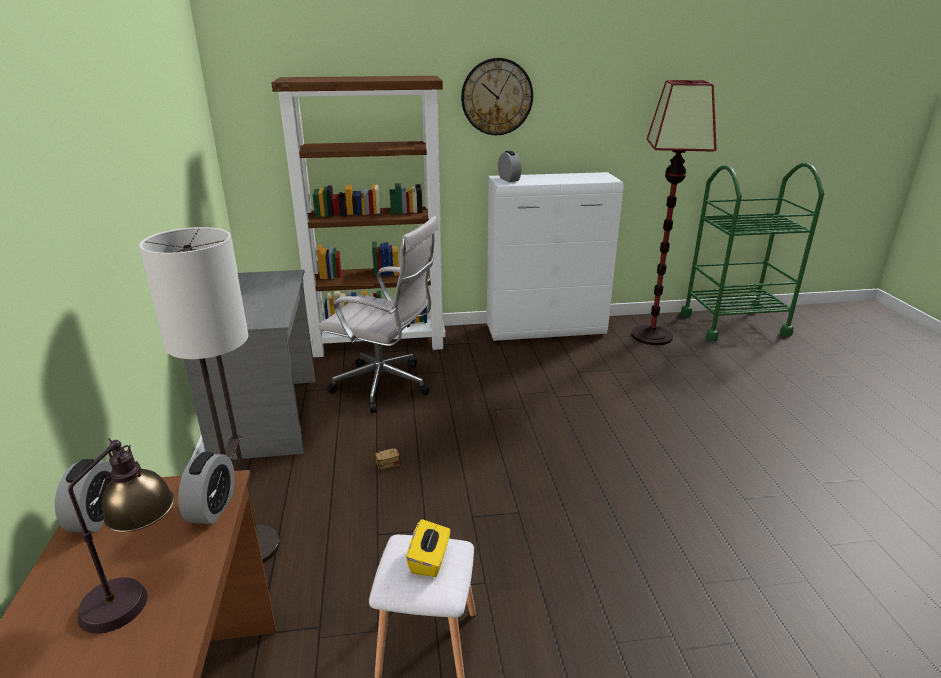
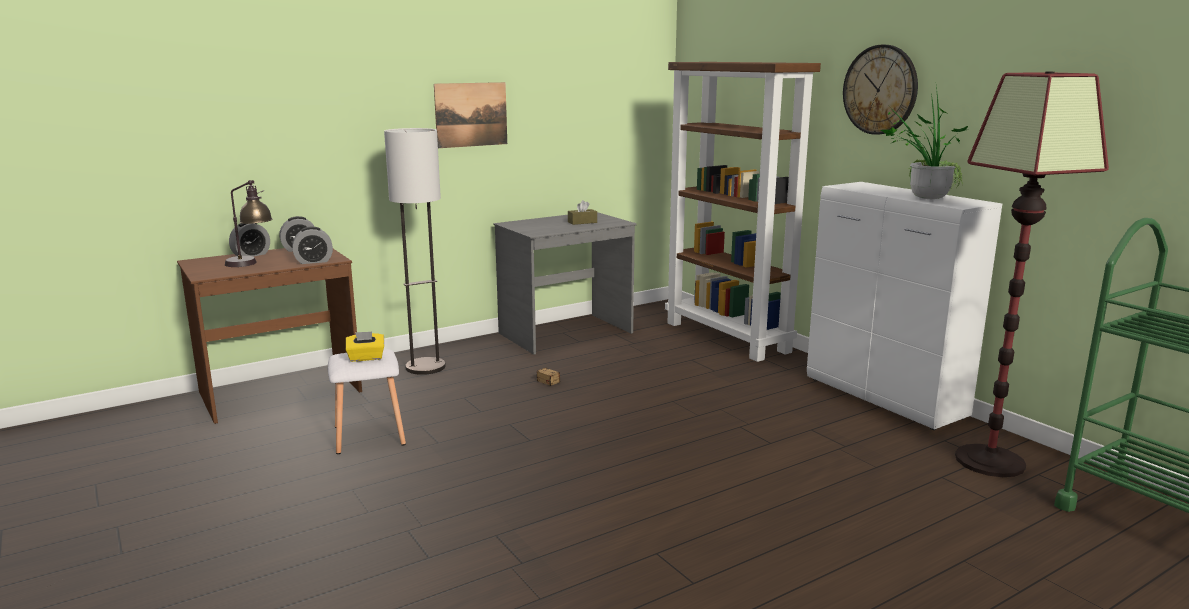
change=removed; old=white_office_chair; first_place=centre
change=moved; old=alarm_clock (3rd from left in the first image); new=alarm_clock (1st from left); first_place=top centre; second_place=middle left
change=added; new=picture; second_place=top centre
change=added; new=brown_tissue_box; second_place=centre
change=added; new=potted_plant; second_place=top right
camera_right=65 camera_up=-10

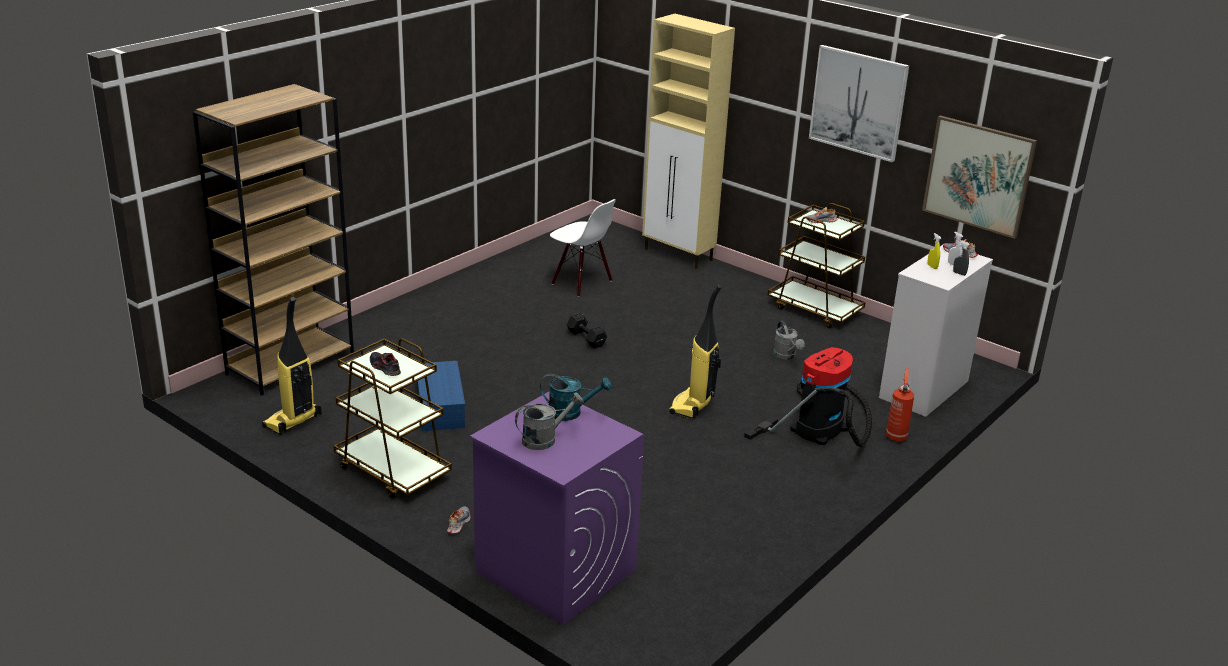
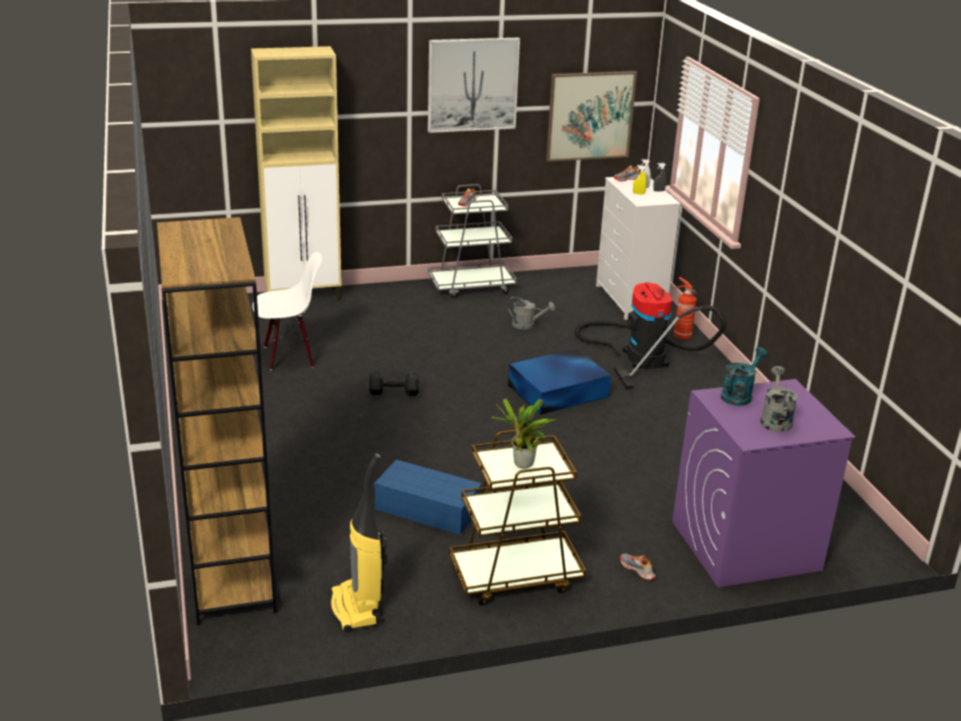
change=replaced; old=shoe (1st from left); new=potted_plant; first_place=middle left; second_place=centre
change=replaced; old=vacuum_cleaner (2nd from left); new=blue_storage_box (2nd from left); first_place=centre; second_place=centre
change=recoloured; old=brown_cart (2nd from left); new=grey_cart; first_place=centre; second_place=centre
camera_right=-55 camera_up=0

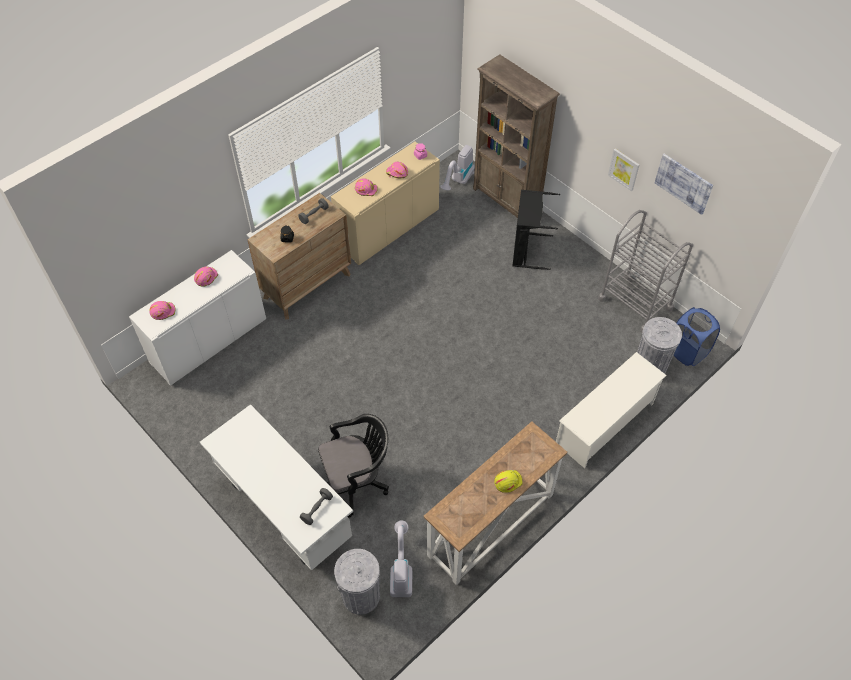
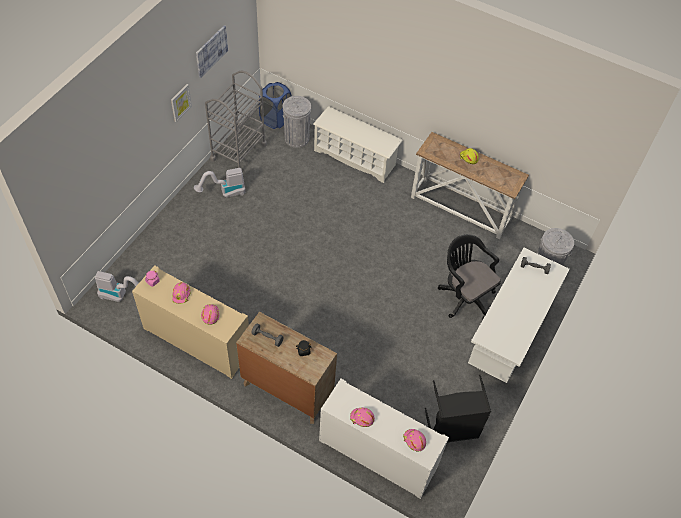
change=moved; old=vacuum_cleaner (1st from left in the first image); new=vacuum_cleaner (2nd from left); first_place=bottom centre; second_place=middle left
change=removed; old=brown_bookcase; first_place=top centre
change=moved; old=black_laundry_basket; first_place=centre; second_place=bottom right
camera_right=-110 camera_up=0

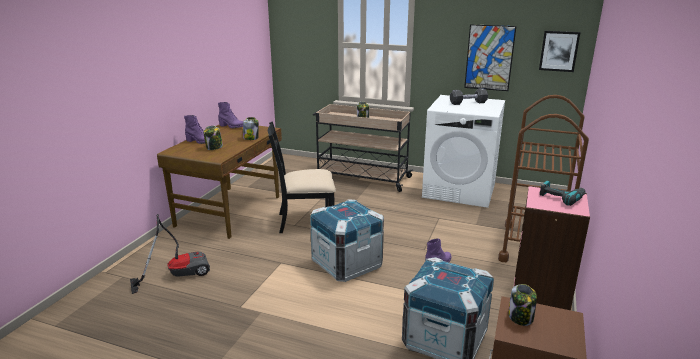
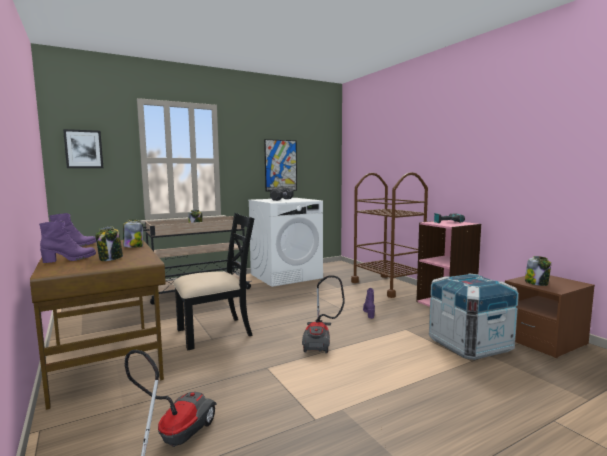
change=turned; old=black_chair; first_place=centre; second_place=centre; degrees=-150
change=replaced; old=crate (1st from left); new=vacuum_cleaner (2nd from left); first_place=bottom centre; second_place=bottom centre
change=moved; old=picture (2nd from left in the first image); new=picture (1st from left); first_place=top right; second_place=top left
camera_right=-50 camera_up=-15

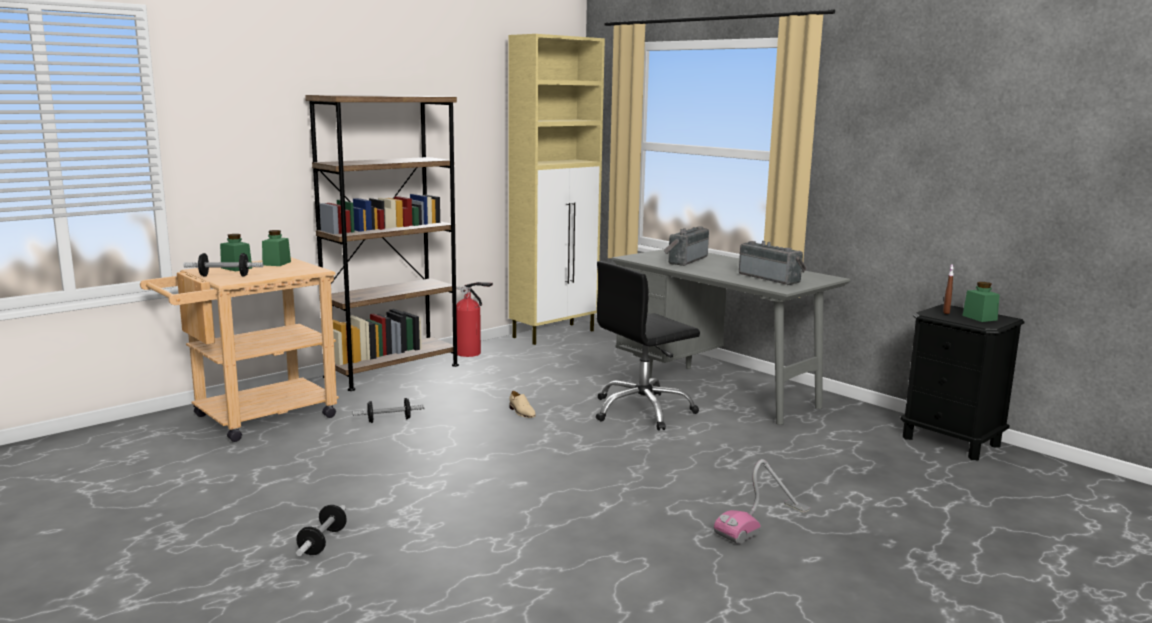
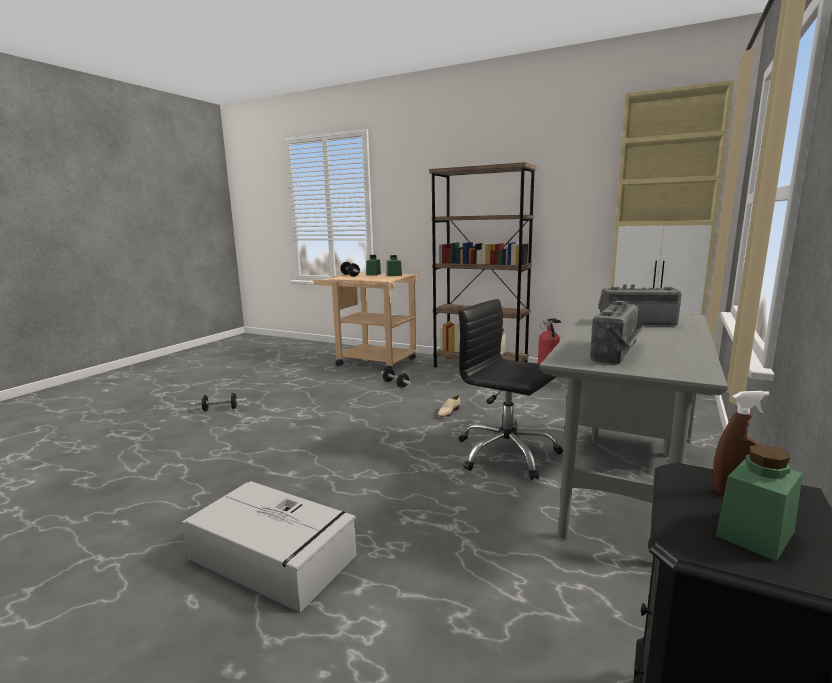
change=replaced; old=vacuum_cleaner; new=grey_storage_box; first_place=bottom centre; second_place=bottom left
camera_right=70 camera_up=0

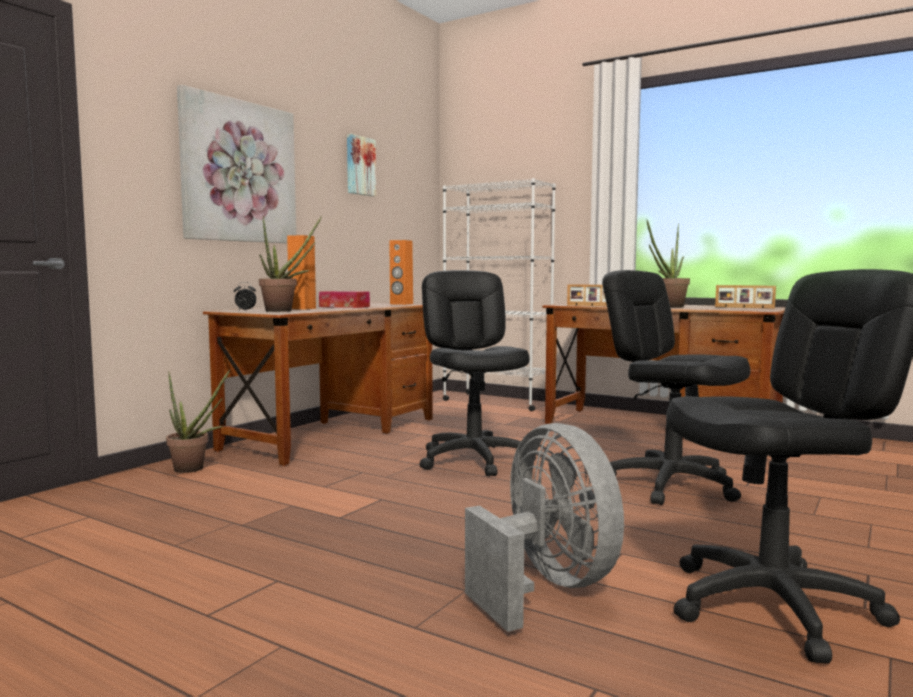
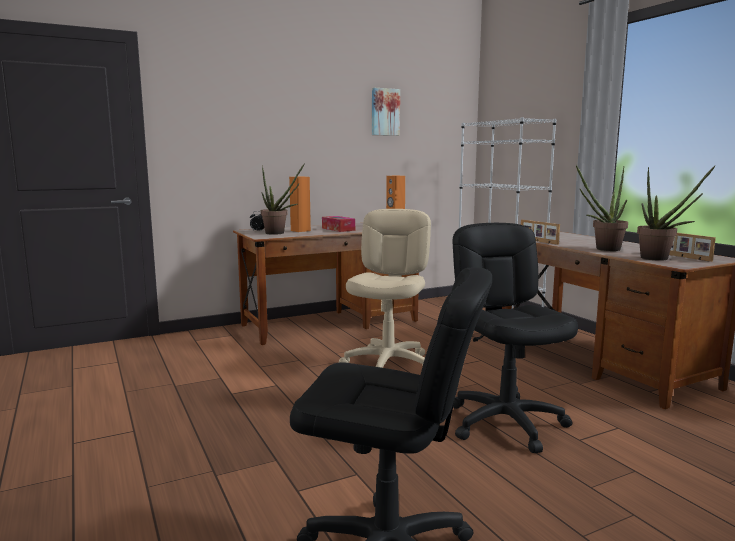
change=moved; old=potted_plant (1st from left in the first image); new=potted_plant (3rd from left); first_place=middle left; second_place=middle right
change=removed; old=picture (1st from left); first_place=top left
change=recoloured; old=black_office_chair (1st from left); new=beige_office_chair; first_place=centre; second_place=centre
change=removed; old=grey_fan; first_place=bottom centre
camera_right=30 camera_up=5

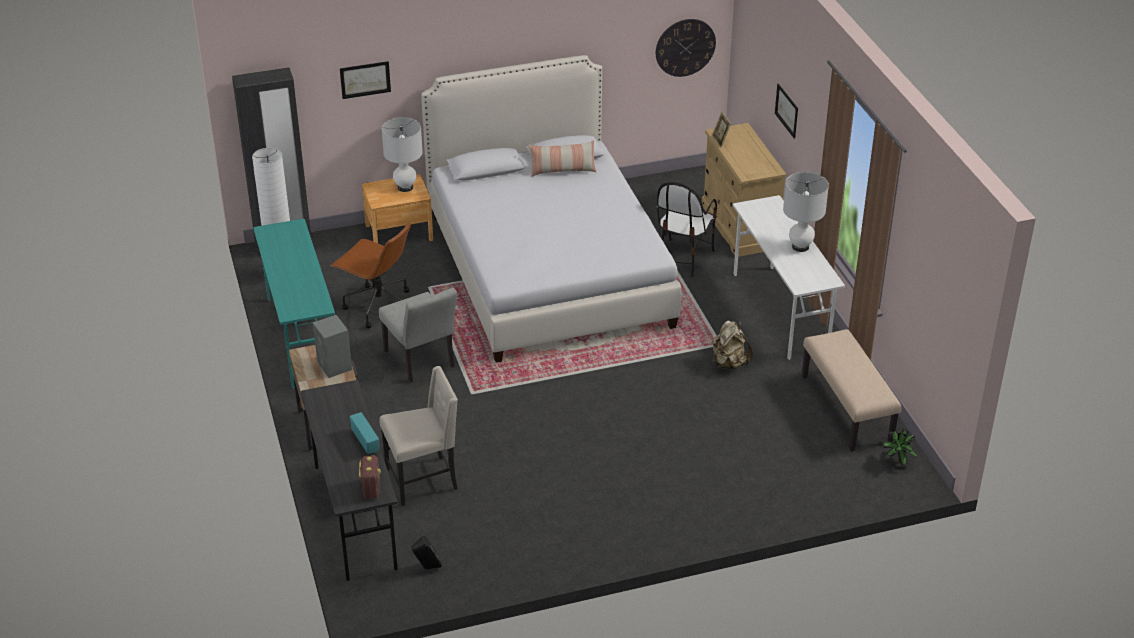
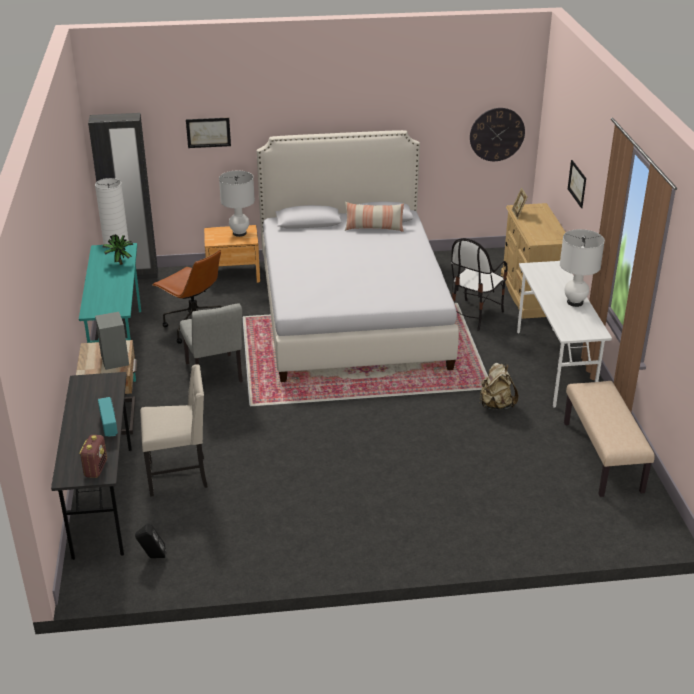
change=moved; old=potted_plant; first_place=bottom right; second_place=middle left
camera_right=10 camera_up=-5

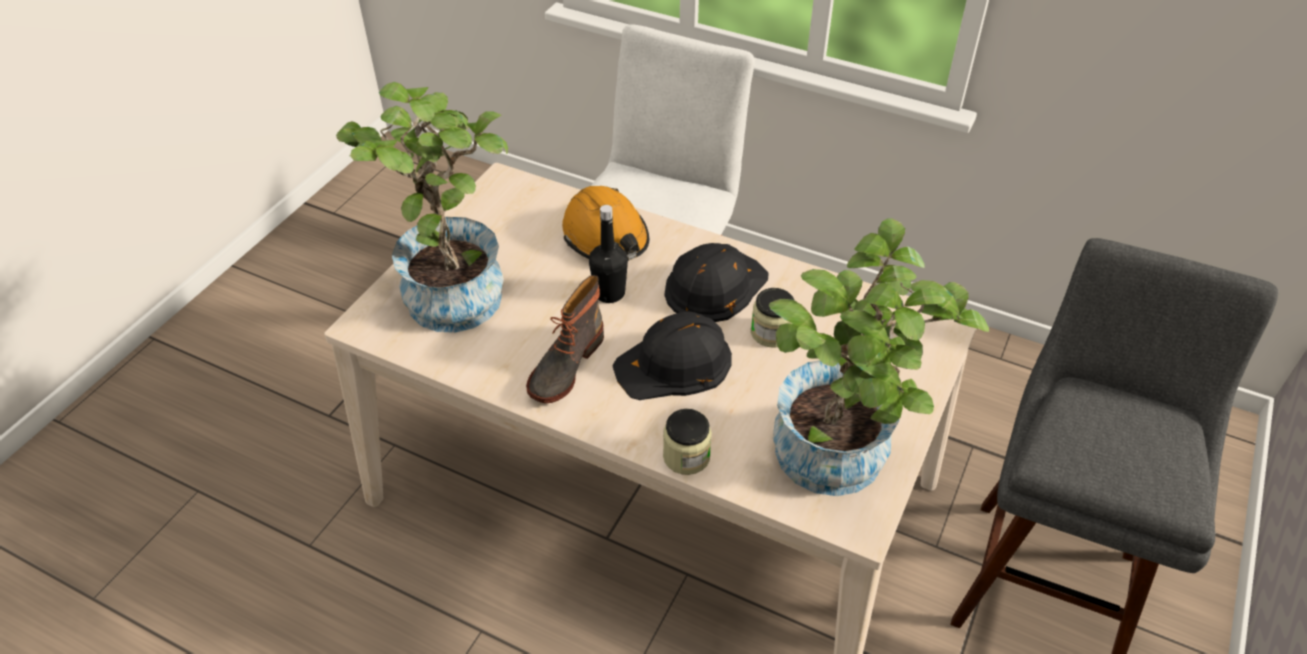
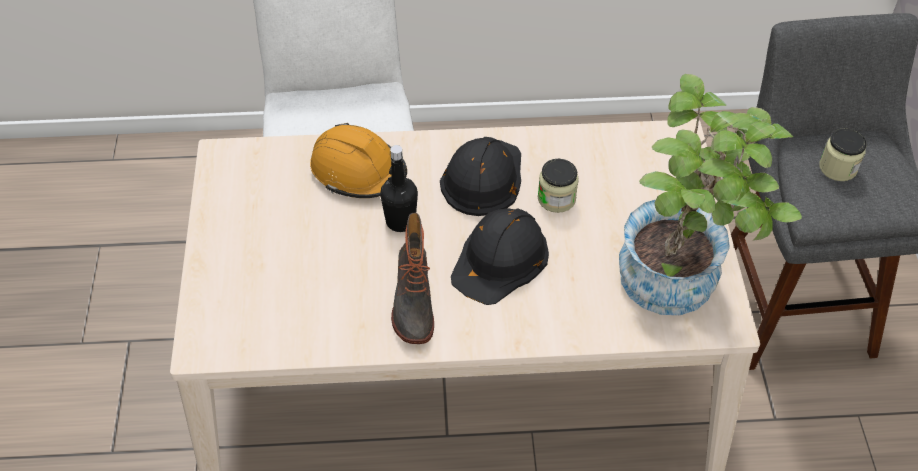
change=removed; old=potted_plant (1st from left); first_place=top left
change=moved; old=jar (1st from left in the first image); new=jar (2nd from left); first_place=bottom centre; second_place=top right
camera_right=-30 camera_up=5

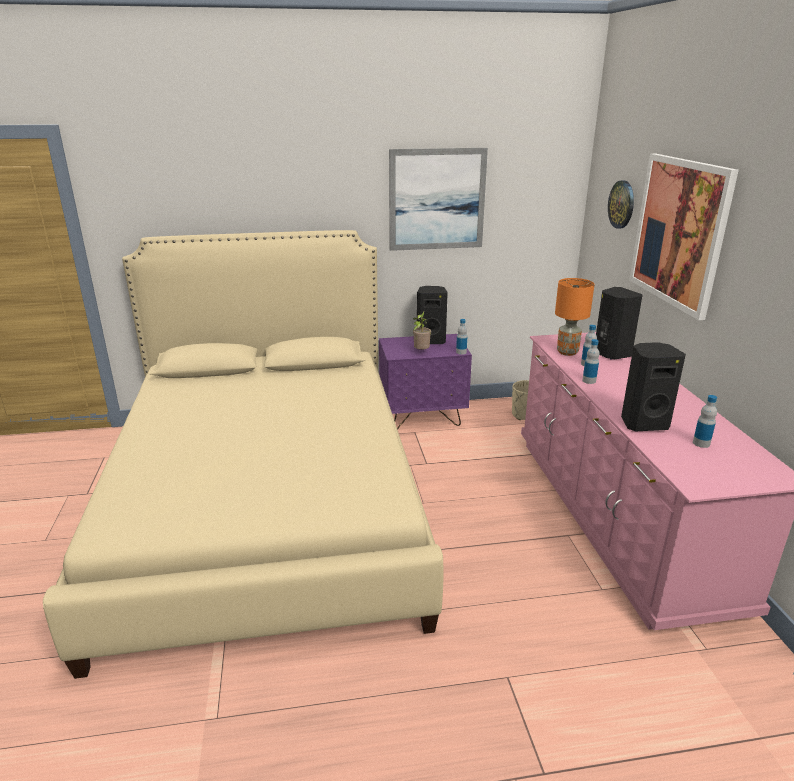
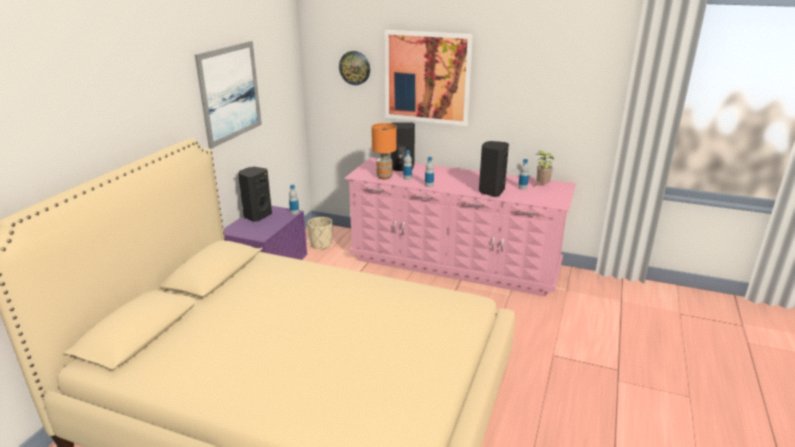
change=moved; old=potted_plant; first_place=centre; second_place=middle right
camera_right=-60 camera_up=0

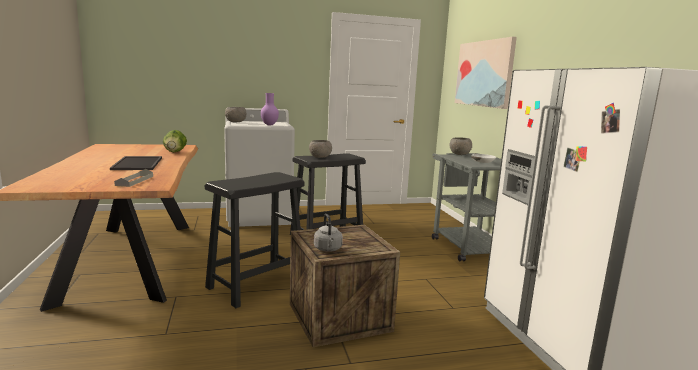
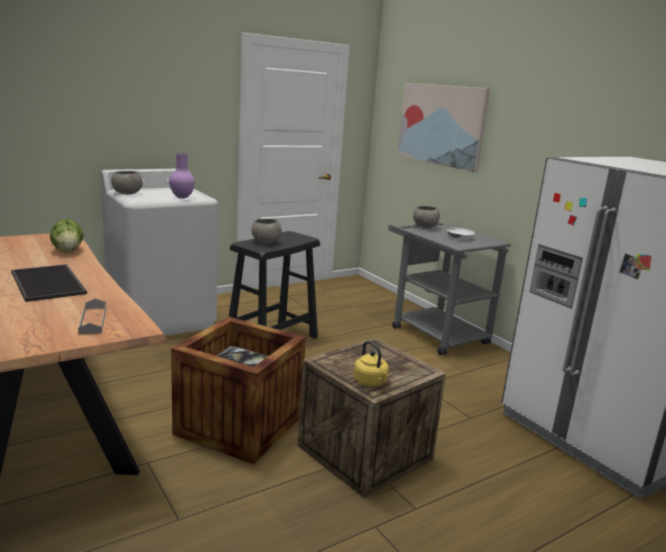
change=replaced; old=black_stool (1st from left); new=crate (1st from left); first_place=centre; second_place=bottom centre
change=recoloured; old=grey_kettle; new=yellow_kettle; first_place=centre; second_place=centre
camera_right=-20 camera_up=5

